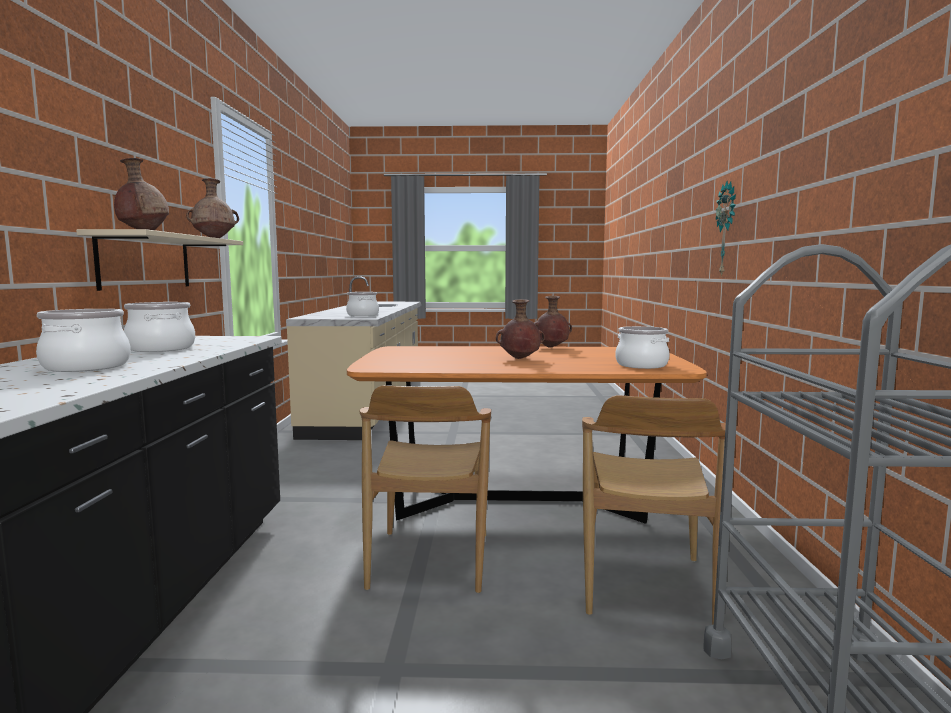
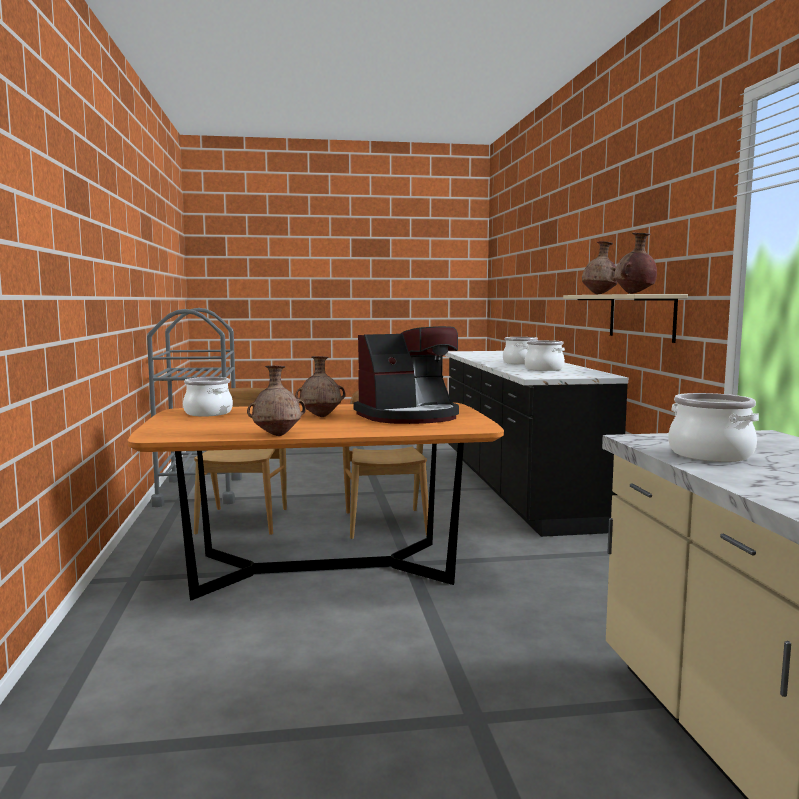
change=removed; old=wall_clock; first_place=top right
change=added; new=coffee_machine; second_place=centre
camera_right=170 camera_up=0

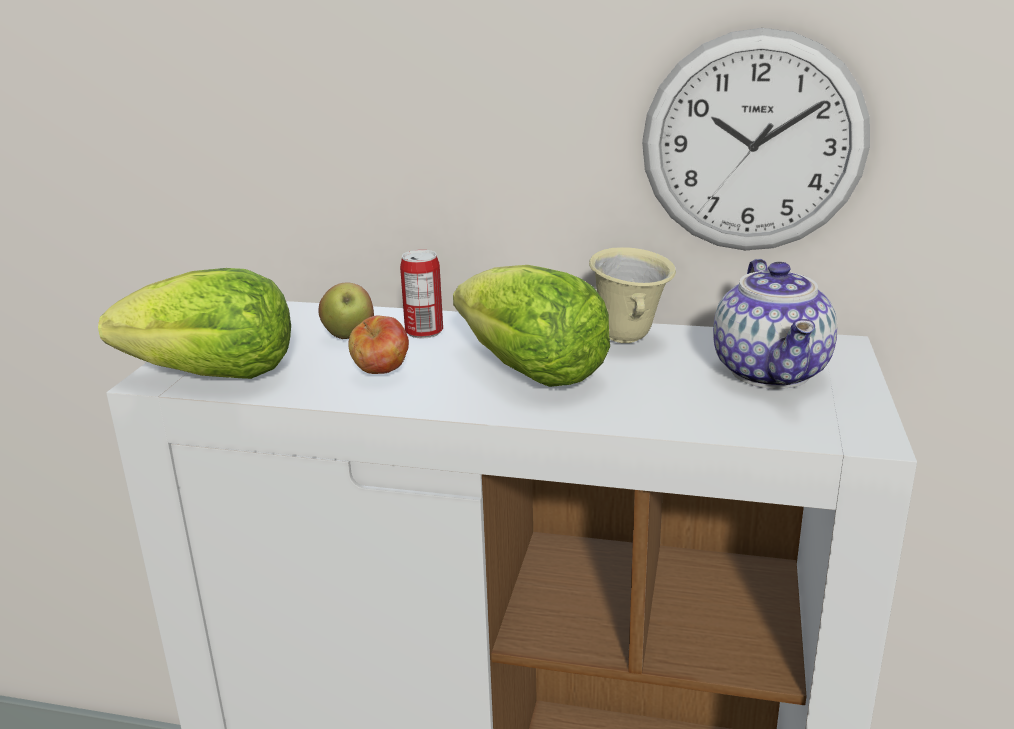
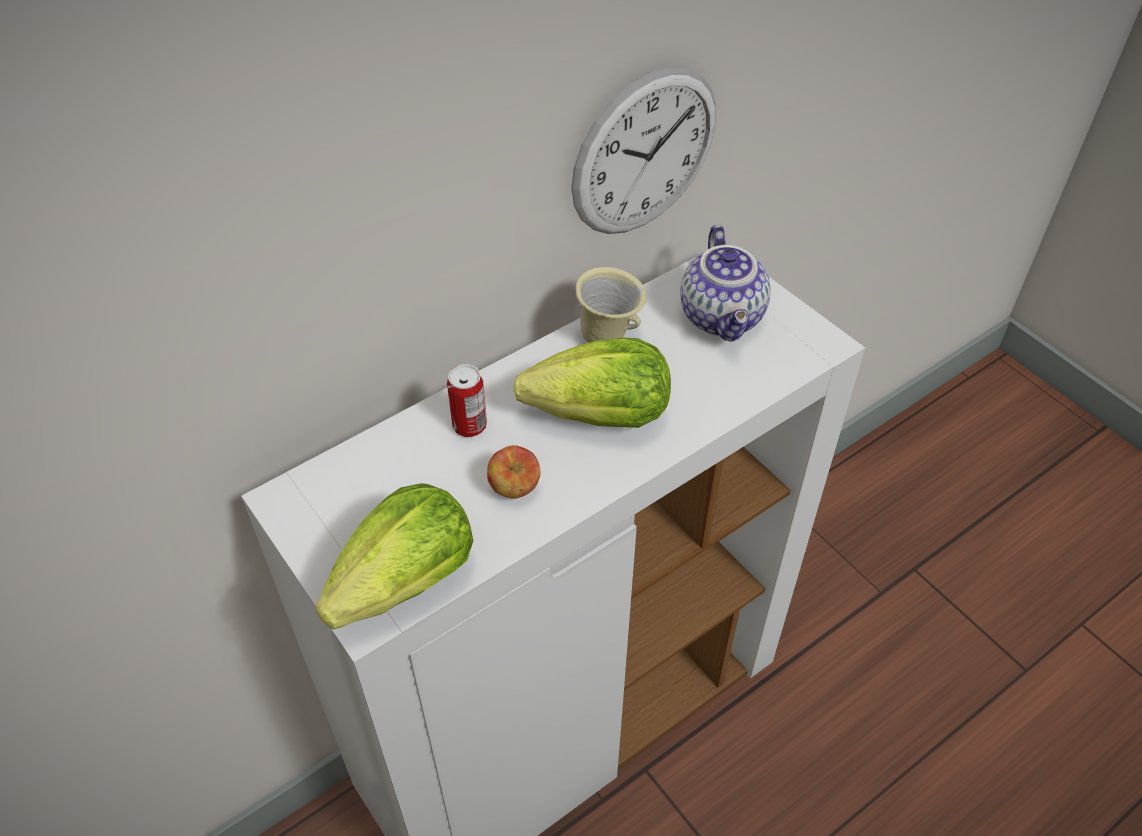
change=removed; old=apple (1st from left); first_place=centre
change=turned; old=teapot; first_place=middle right; second_place=centre; degrees=45
camera_right=-50 camera_up=25

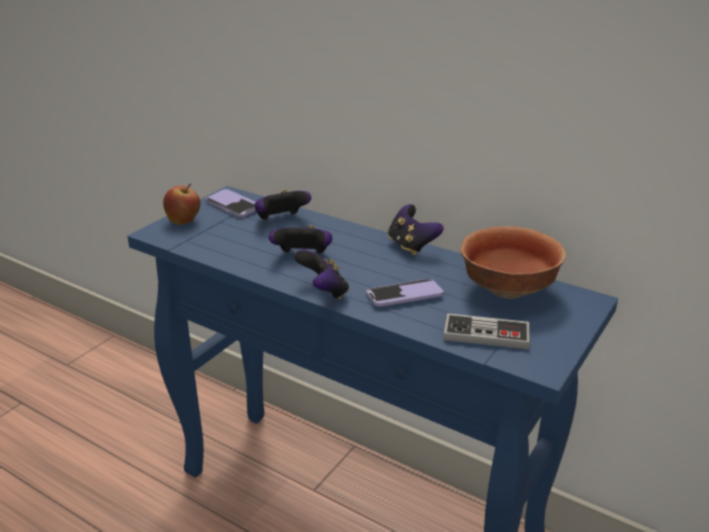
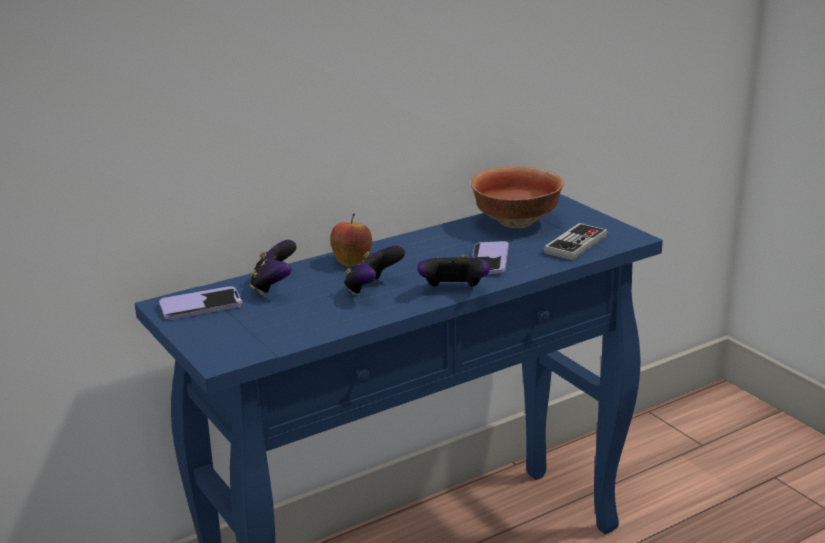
change=moved; old=apple; first_place=middle left; second_place=centre
change=removed; old=game_controller (4th from left); first_place=centre
camera_right=-65 camera_up=-5

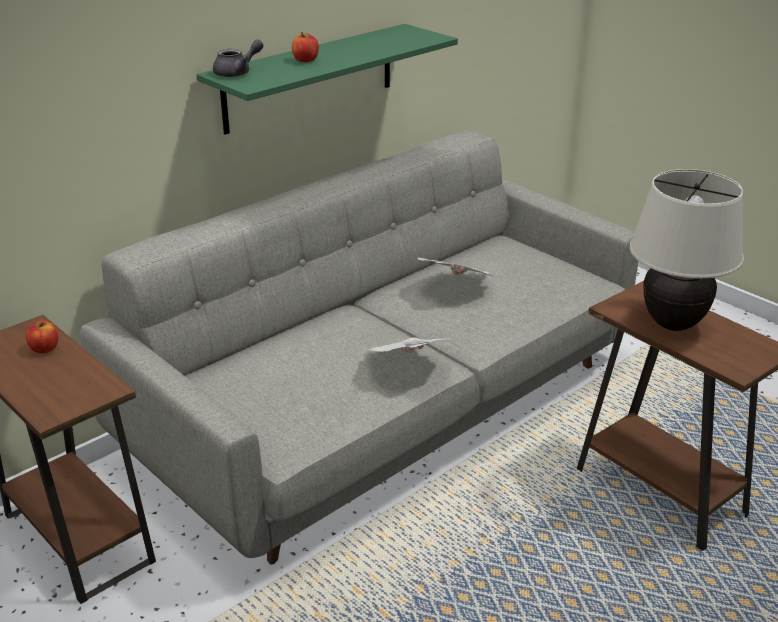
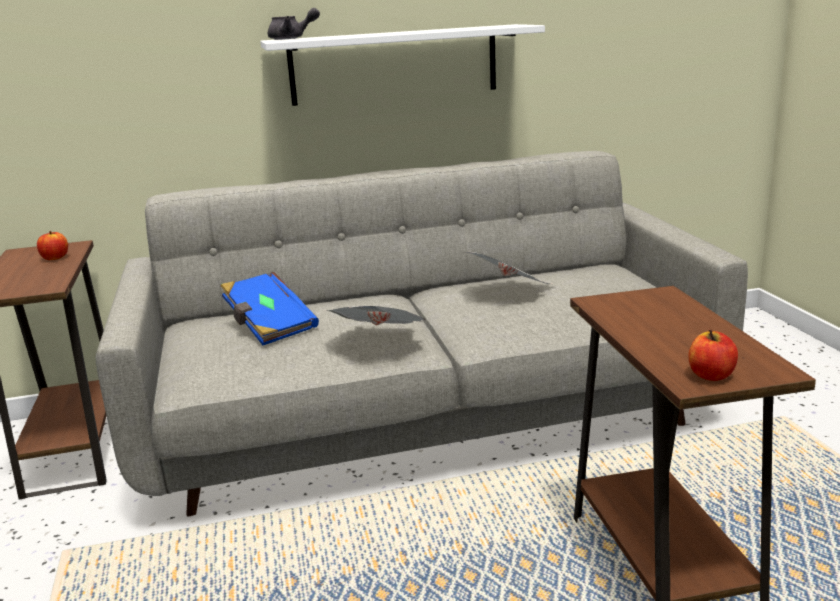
change=recoloured; old=green_shelf; new=white_shelf; first_place=top centre; second_place=top centre
change=moved; old=apple (2nd from left); first_place=top centre; second_place=middle right
change=removed; old=beige_table_lamp; first_place=middle right
change=added; new=blue_book; second_place=middle left
camera_right=30 camera_up=-10

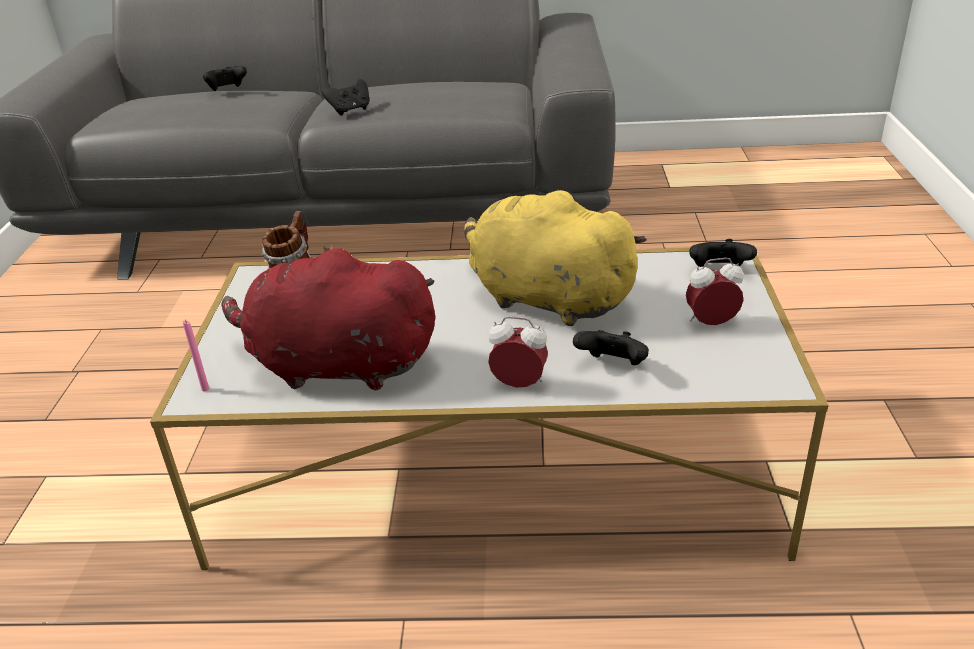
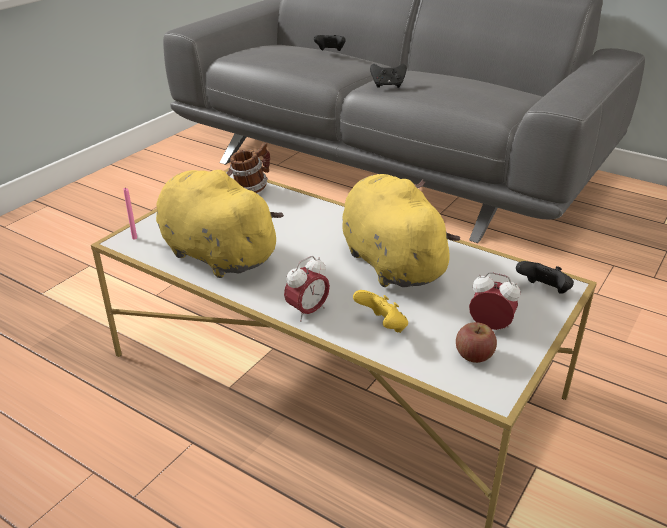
change=recoloured; old=red_plush_toy; new=yellow_plush_toy (1st from left); first_place=centre; second_place=middle left
change=turned; old=alarm_clock (1st from left); first_place=centre; second_place=centre; degrees=90
change=recoloured; old=black_game_controller (3rd from left); new=yellow_game_controller; first_place=centre; second_place=centre
change=added; new=apple; second_place=middle right
camera_right=30 camera_up=0

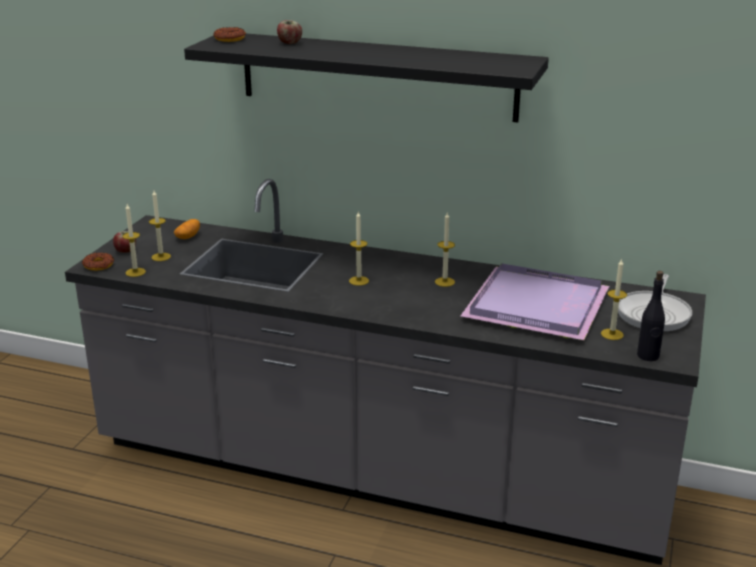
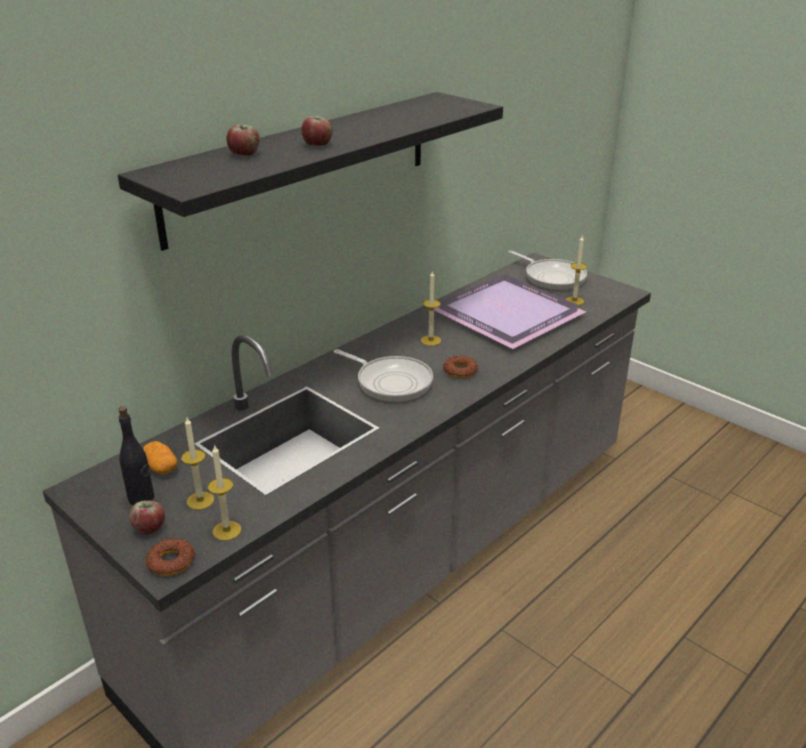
change=moved; old=donut (2nd from left); first_place=top left; second_place=centre
change=replaced; old=candle (3rd from left); new=frying_pan (1st from left); first_place=centre; second_place=centre
change=moved; old=black_bottle; first_place=middle right; second_place=middle left
change=added; new=apple (3rd from left); second_place=top centre
camera_right=-65 camera_up=5

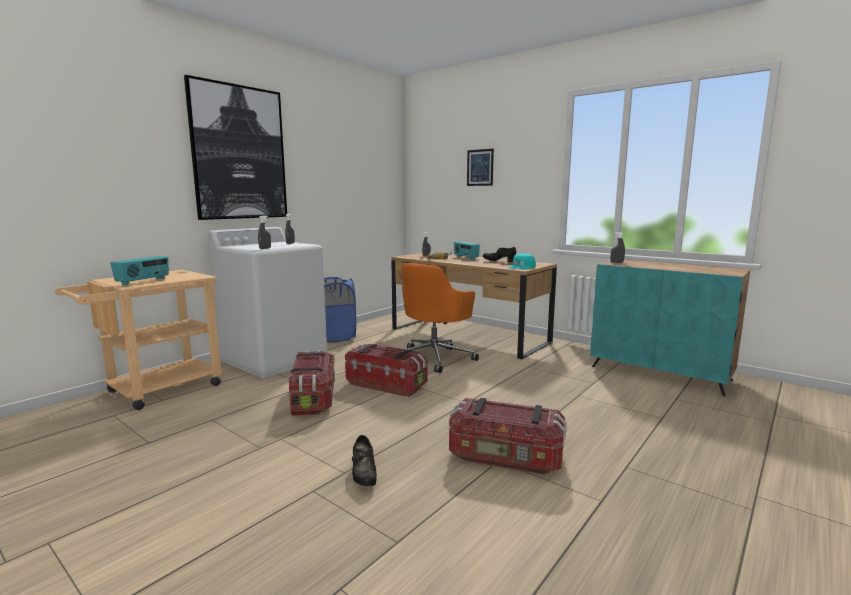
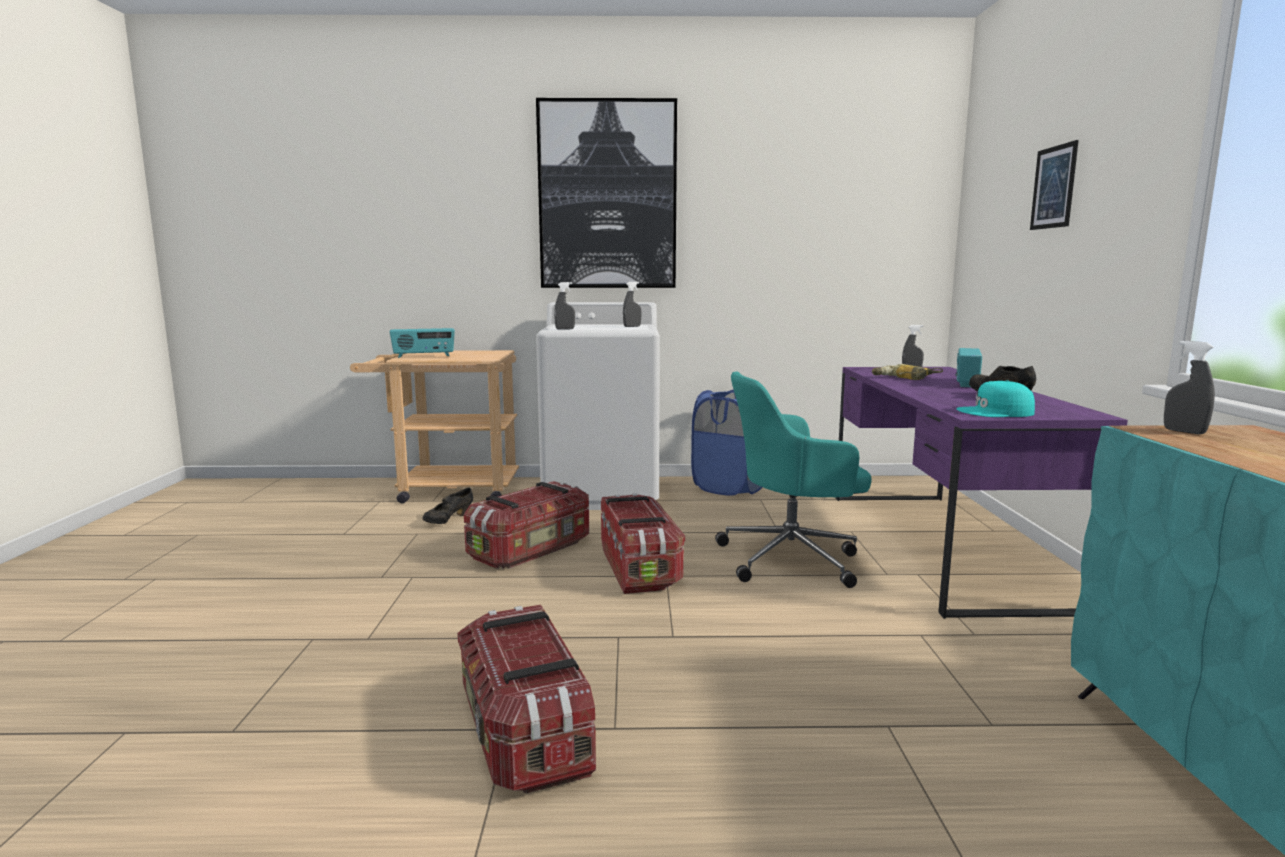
change=moved; old=black_shoe (1st from left); first_place=bottom centre; second_place=centre
change=recoloured; old=brown_desk; new=purple_desk; first_place=centre; second_place=middle right
change=recoloured; old=orange_office_chair; new=turquoise_office_chair; first_place=centre; second_place=centre
camera_right=50 camera_up=0

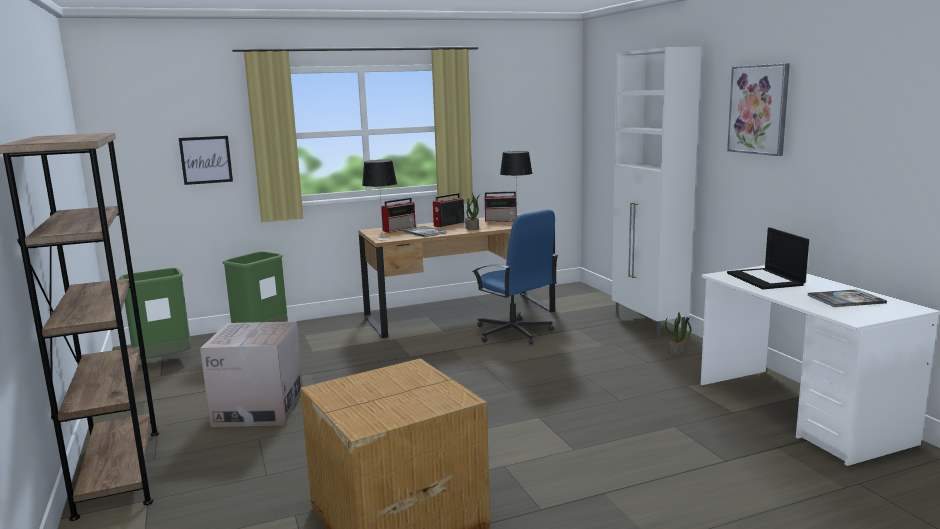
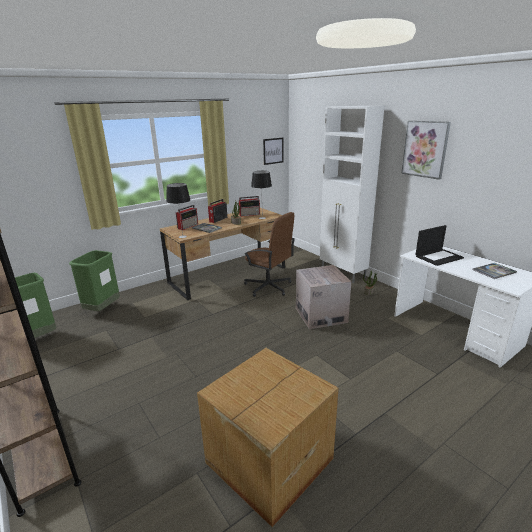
change=moved; old=picture (1st from left); first_place=top left; second_place=top centre
change=moved; old=cardboard_box (1st from left in the first image); new=cardboard_box (2nd from left); first_place=bottom left; second_place=centre
change=recoloured; old=blue_office_chair; new=brown_office_chair; first_place=centre; second_place=centre
change=turned; old=laptop; first_place=middle right; second_place=middle right; degrees=-90
camera_right=-15 camera_up=10

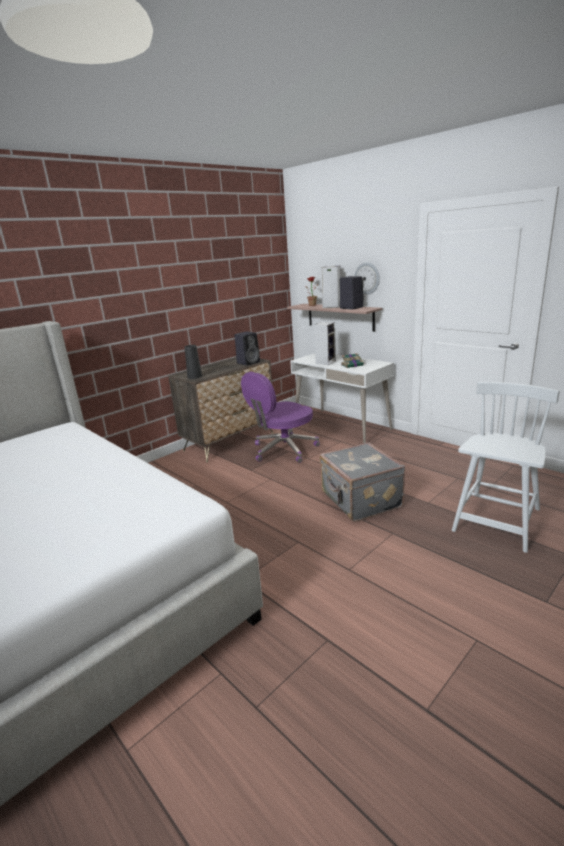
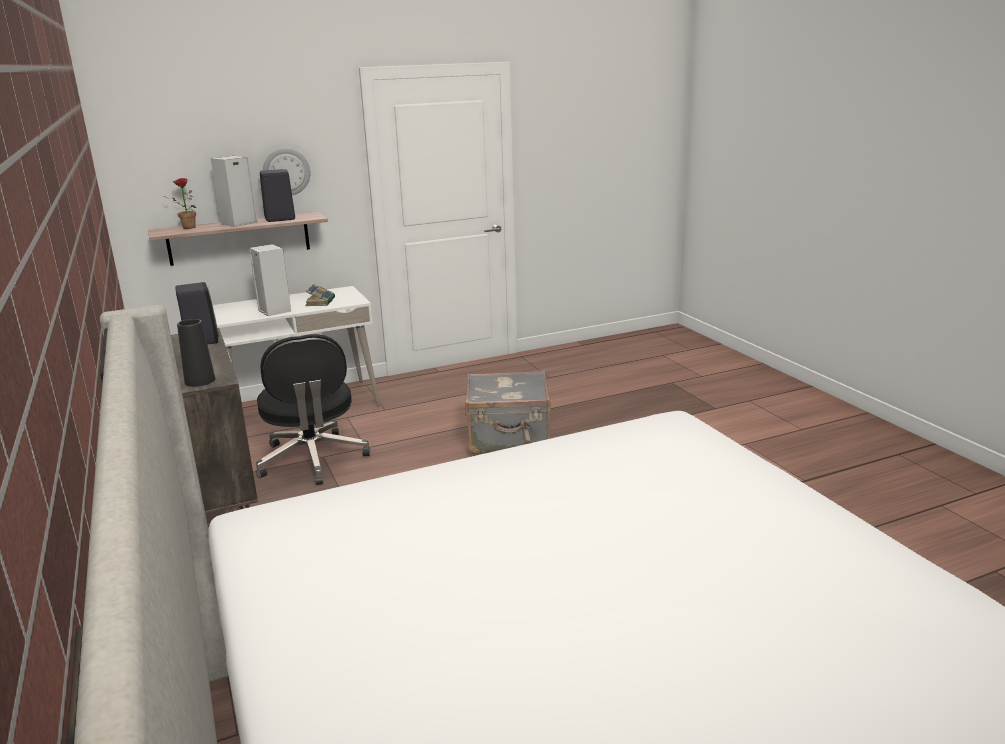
change=recoloured; old=purple_office_chair; new=black_office_chair; first_place=centre; second_place=middle left
change=removed; old=white_chair; first_place=middle right
camera_right=-70 camera_up=0

